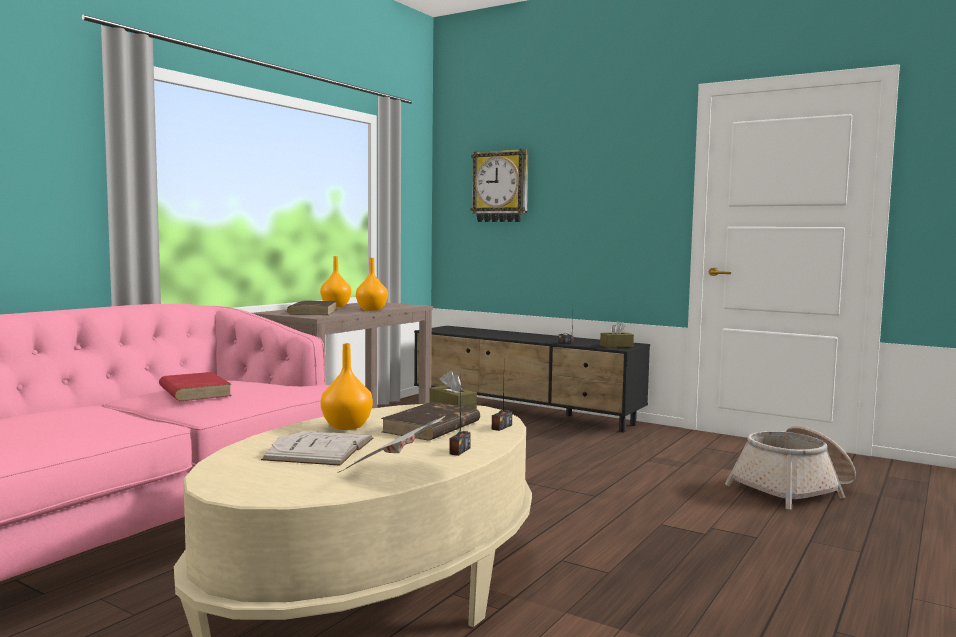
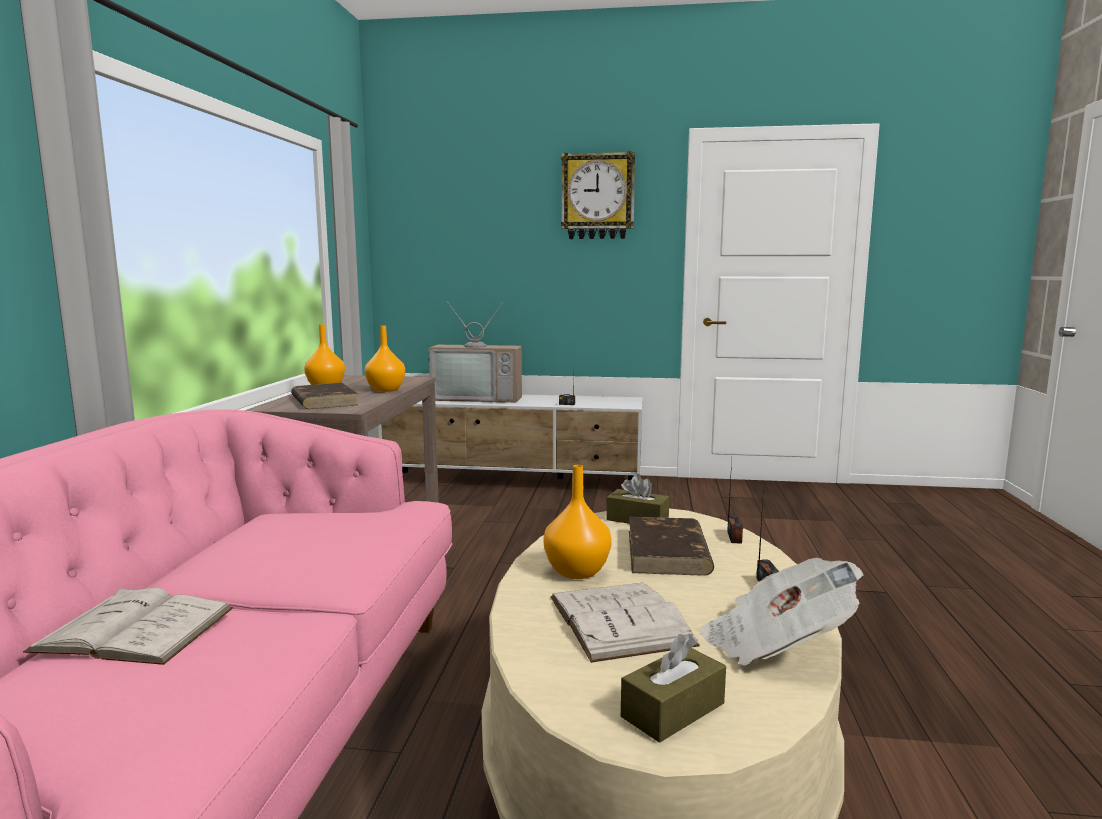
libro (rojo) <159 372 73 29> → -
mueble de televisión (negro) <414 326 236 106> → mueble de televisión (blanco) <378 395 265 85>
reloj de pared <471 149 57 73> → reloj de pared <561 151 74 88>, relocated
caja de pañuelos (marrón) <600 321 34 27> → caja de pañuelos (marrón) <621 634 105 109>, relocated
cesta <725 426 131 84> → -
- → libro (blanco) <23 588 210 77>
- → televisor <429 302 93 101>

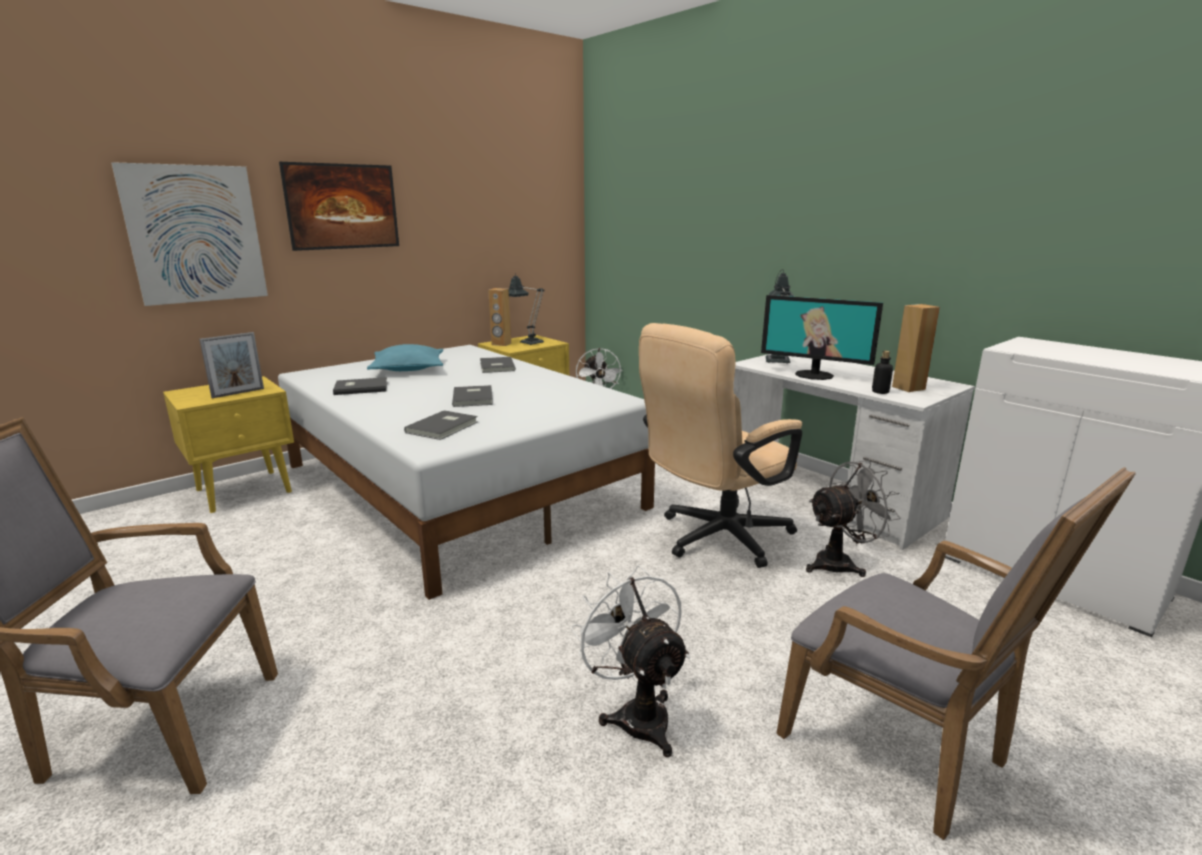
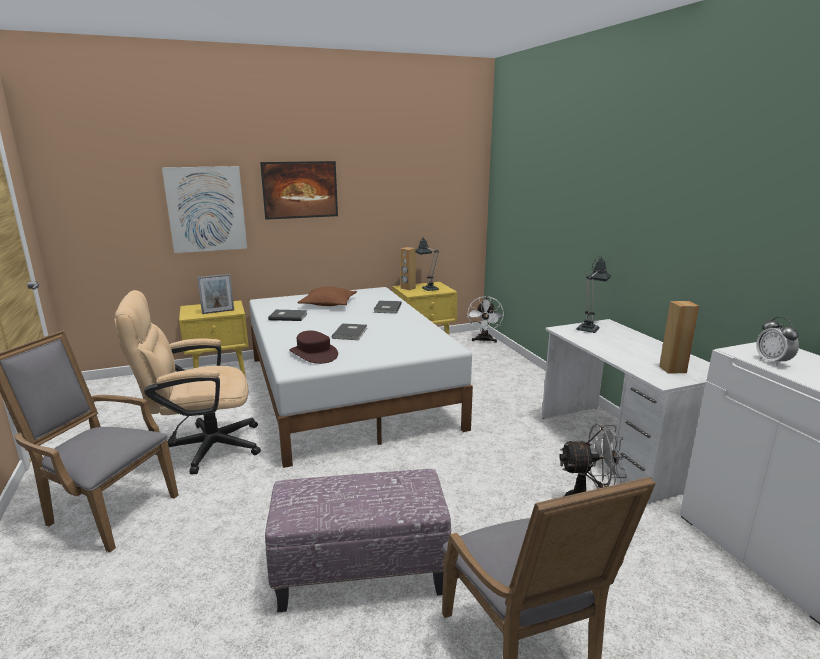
cojín (turquesa) <367 344 76 27> → cojín (marrón) <298 287 59 19>
libro (gris) <404 410 74 30> → sombrero (marrón) <289 330 49 34>
ventilador (blanco) <571 565 119 192> → puf <265 469 186 143>
silla de oficina (beis) <639 323 163 245> → silla de oficina (beis) <114 290 147 184>, relocated
monitor <761 295 122 85> → -
botella <872 351 21 43> → -
- → despertador <756 317 43 49>

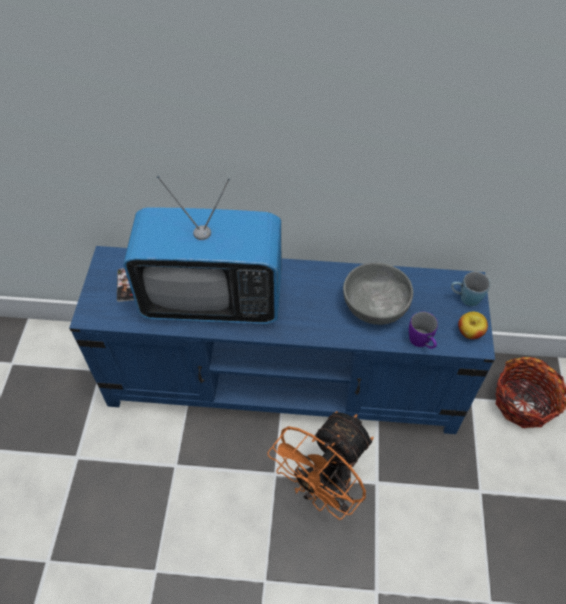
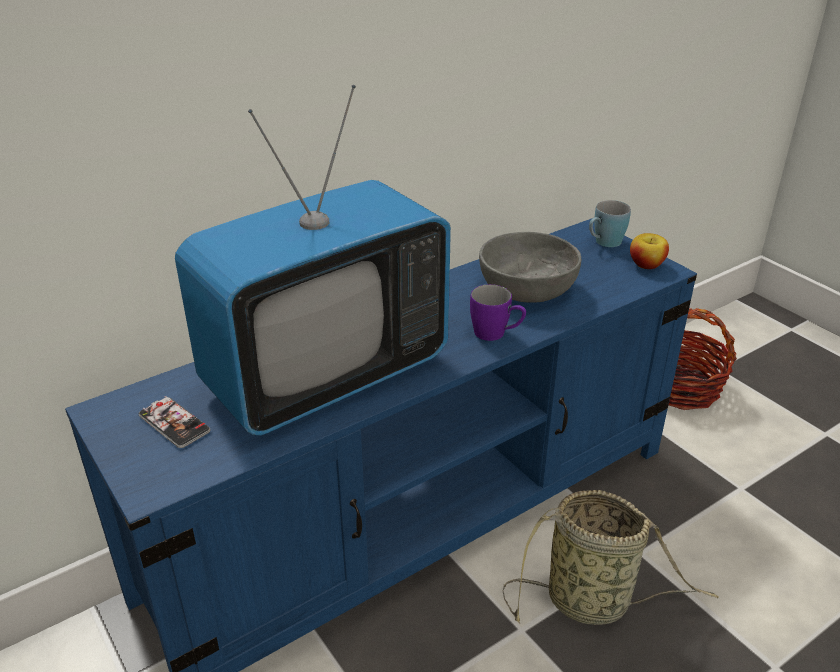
ventilador (naranja) <268 411 106 109> → cesta <503 490 216 135>
taza grande (morado) <409 312 29 37> → taza grande (morado) <470 284 56 57>, relocated

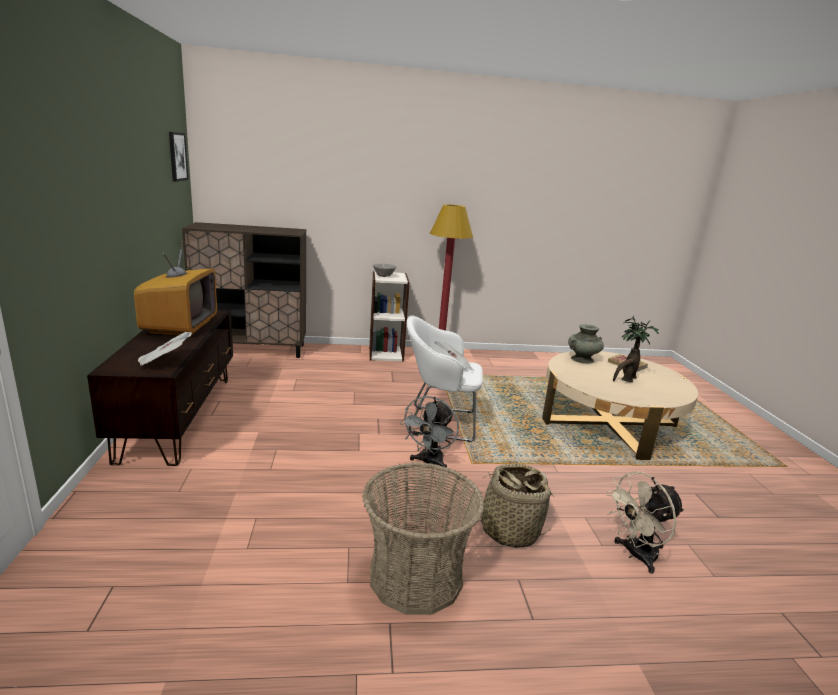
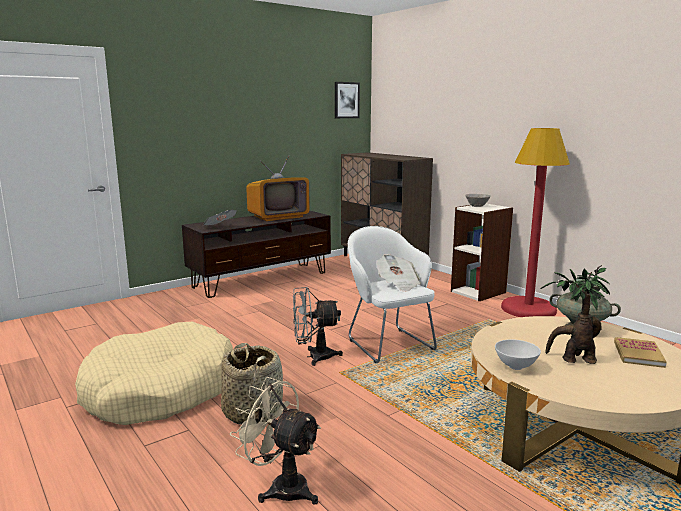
cesta <362 462 122 153> → cama para perro (beis) <75 321 158 104>
- → cuenco (blanco) <495 339 46 31>

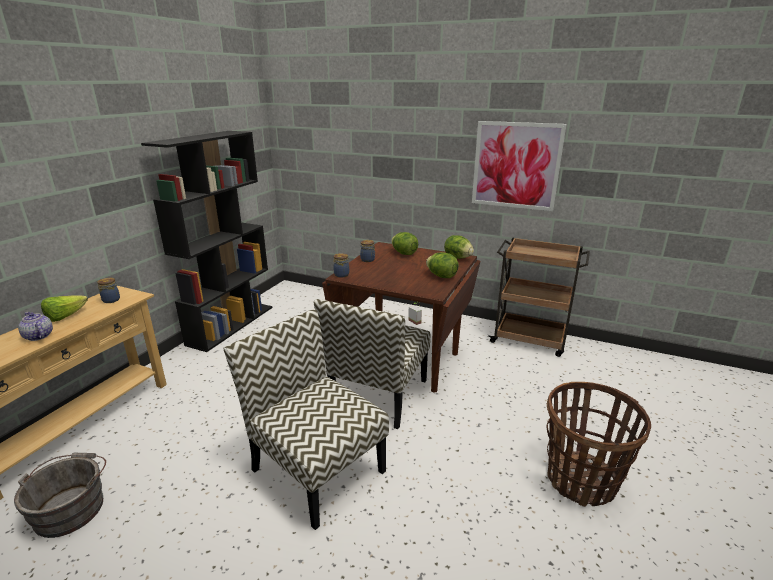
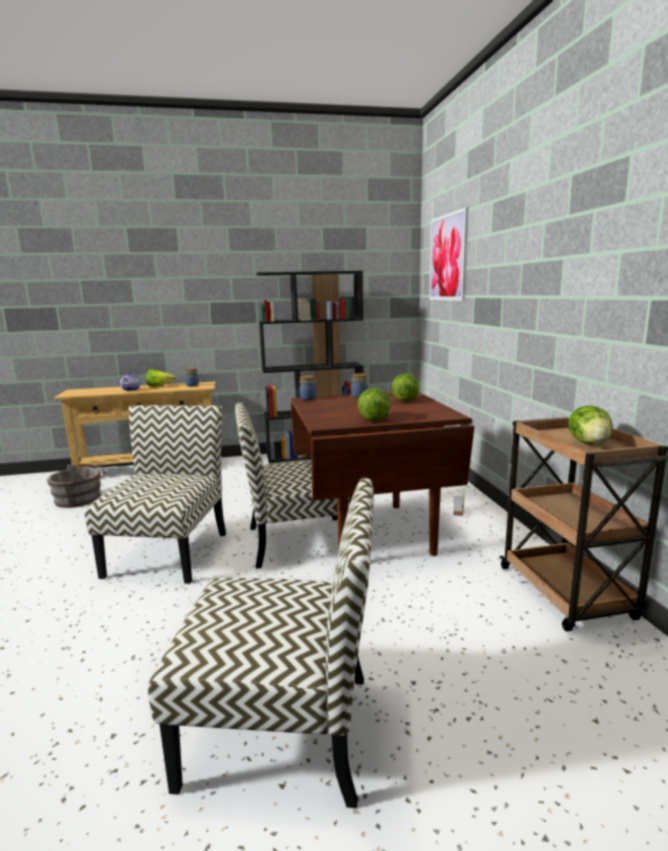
lechuga <444 235 30 24> → lechuga <568 405 45 40>, relocated
cuadro <472 121 95 90> → cuadro <429 207 39 94>, relocated
cesta <546 382 105 125> → silla <148 478 226 330>

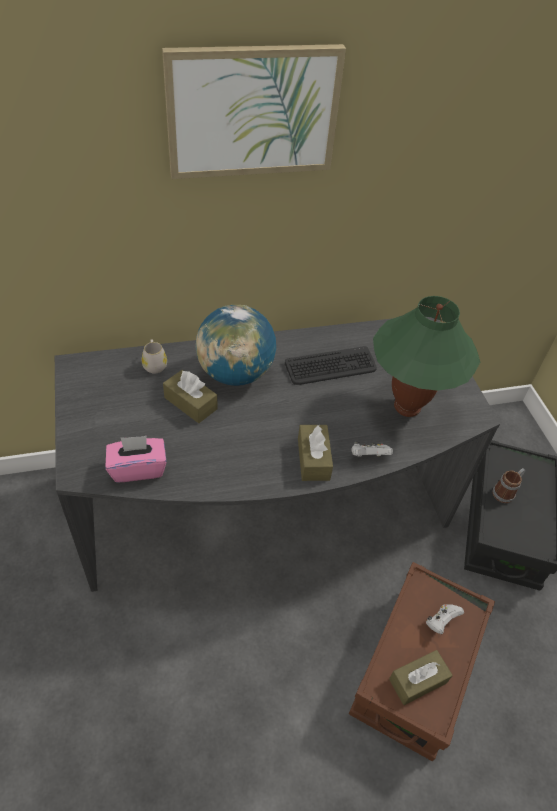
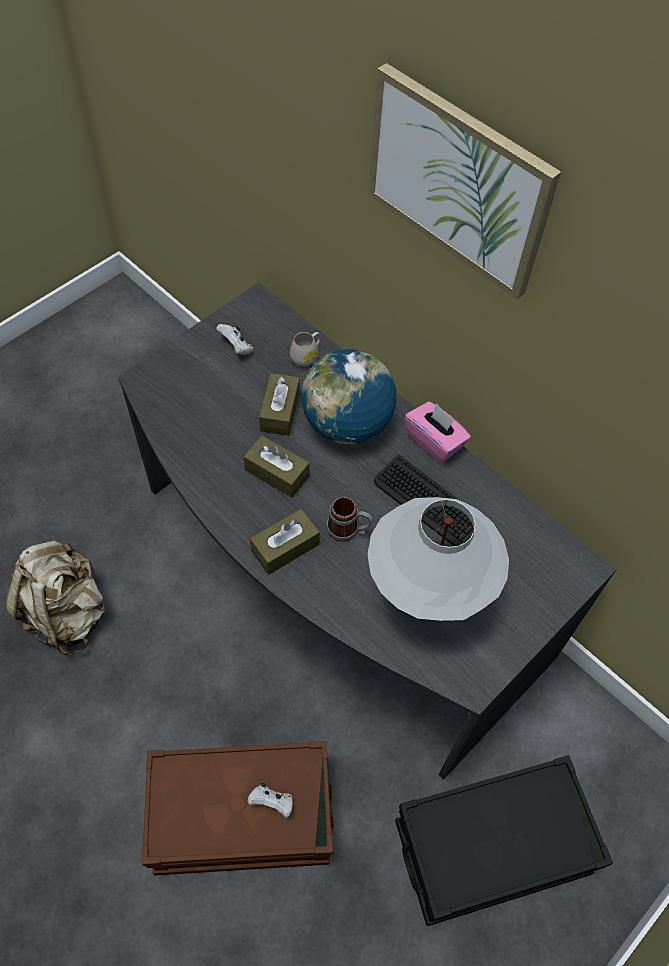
caja de pañuelos (rosa) <105 436 62 46> → caja de pañuelos (rosa) <404 401 67 62>, relocated
mando de consola (blanco) <352 442 41 15> → mando de consola (blanco) <216 324 37 31>, relocated
lámpara de mesa (verde) <373 296 107 121> → lámpara de mesa (blanco) <367 497 142 124>
caja de pañuelos (marrón) <389 650 64 55> → caja de pañuelos (marrón) <244 435 66 63>, relocated
taza grande <493 468 33 35> → taza grande <326 496 47 46>, relocated
- → mochila (beis) <5 541 100 115>

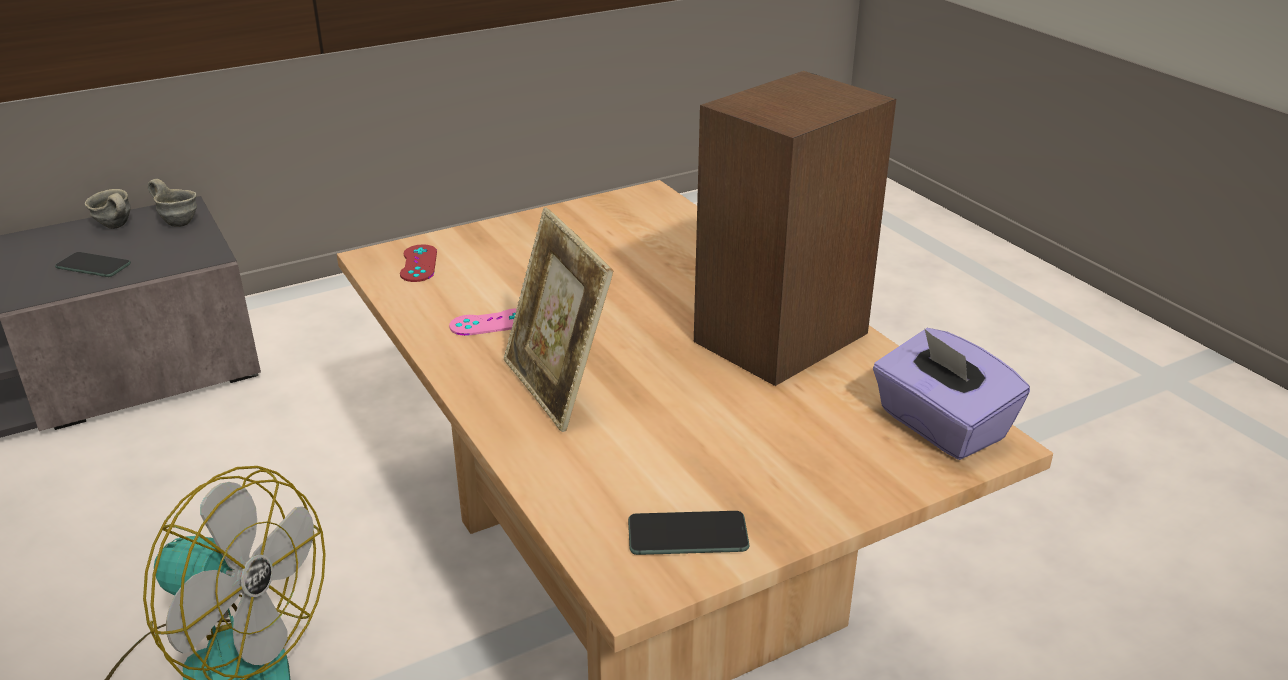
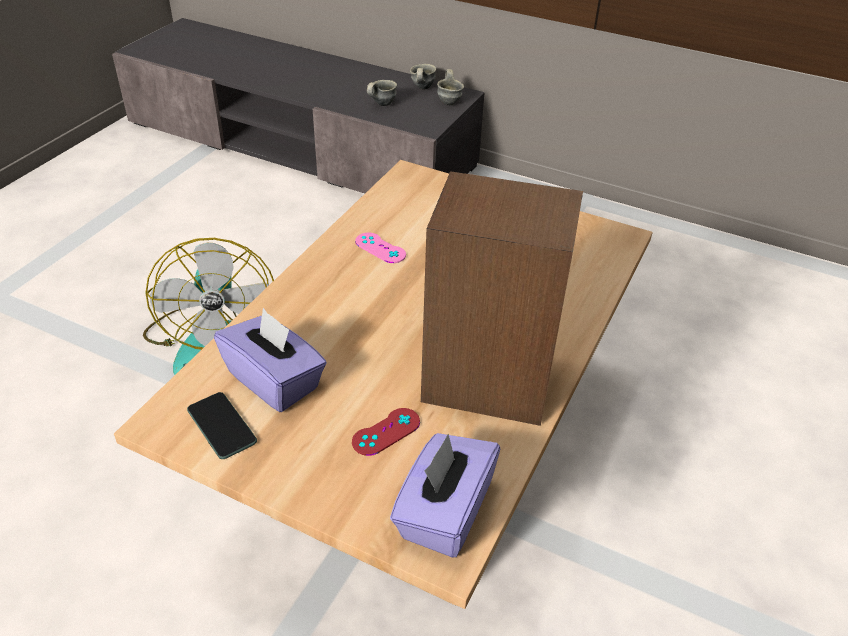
móvil <55 252 76 25> → taza grande (gris) <367 80 30 26>
mando de consola (rojo) <400 245 37 37> → mando de consola (rojo) <352 408 68 48>, relocated
portarretratos <503 208 111 224> → -
- → caja de pañuelos (morado) <214 308 113 104>

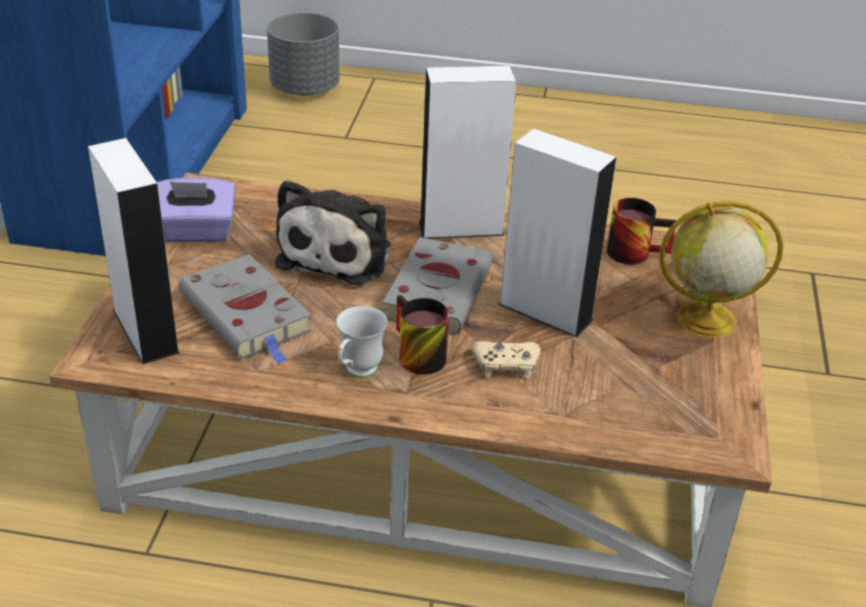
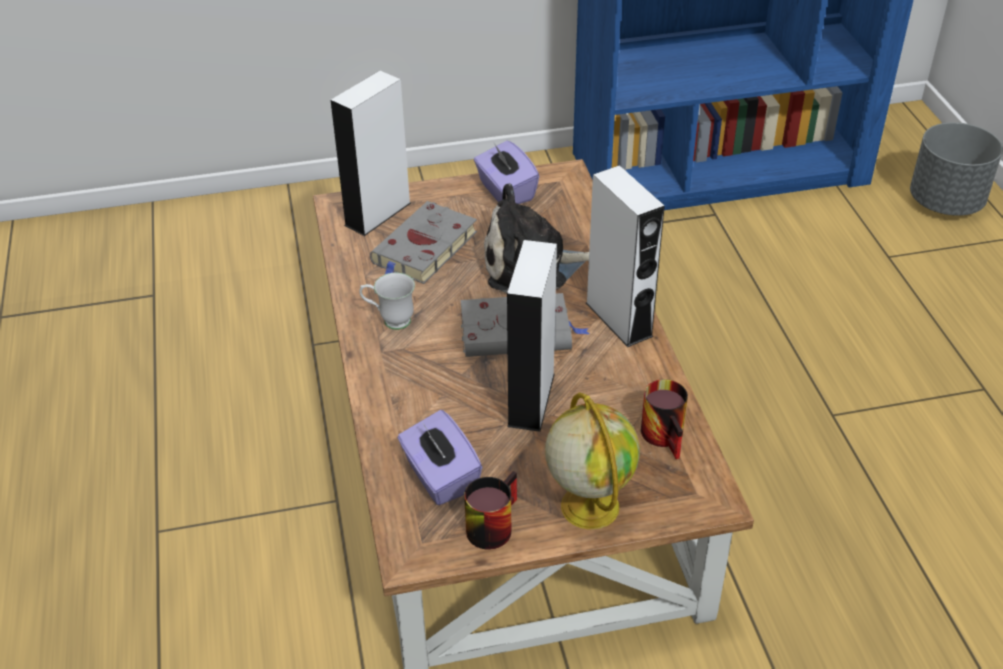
taza grande <396 295 53 80> → taza grande <464 471 53 79>, relocated
mando de consola (beis) <472 341 69 38> → -
- → caja de pañuelos (morado) <398 410 84 95>

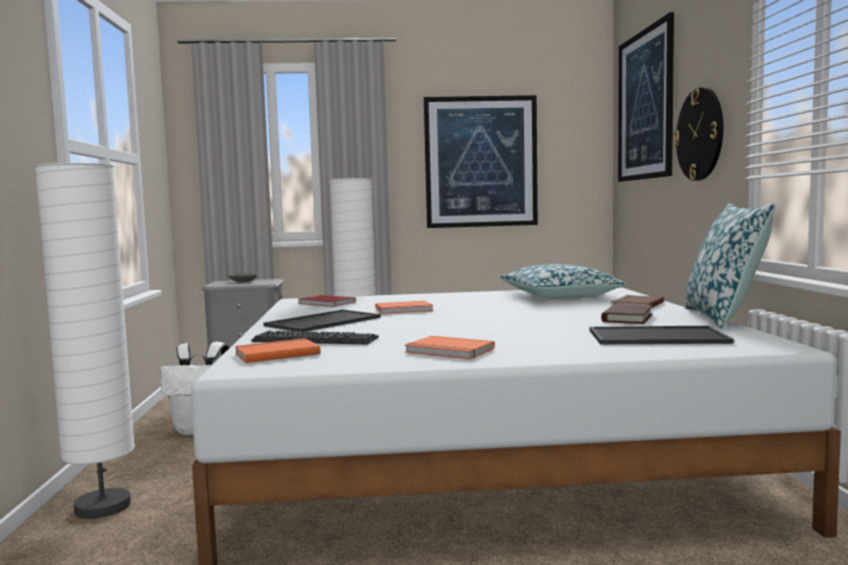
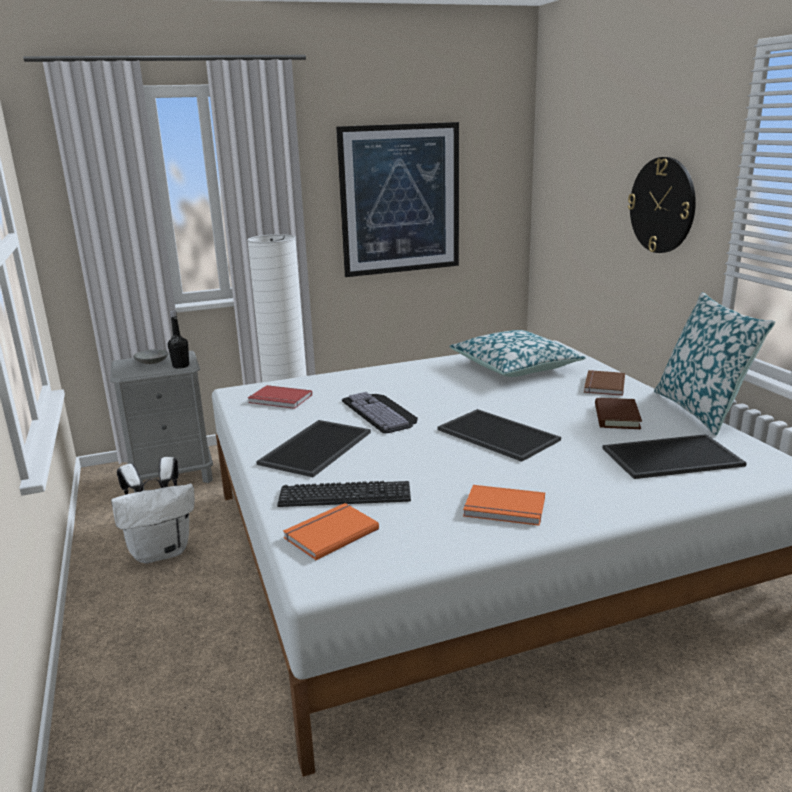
lámpara de pie (blanco) <35 163 100 356> → -
libro (naranja) <375 301 58 13> → teclado <342 392 76 42>
cuadro <618 12 56 170> → -
- → botella (negro) <168 310 21 59>
- → bandeja <437 409 124 53>

